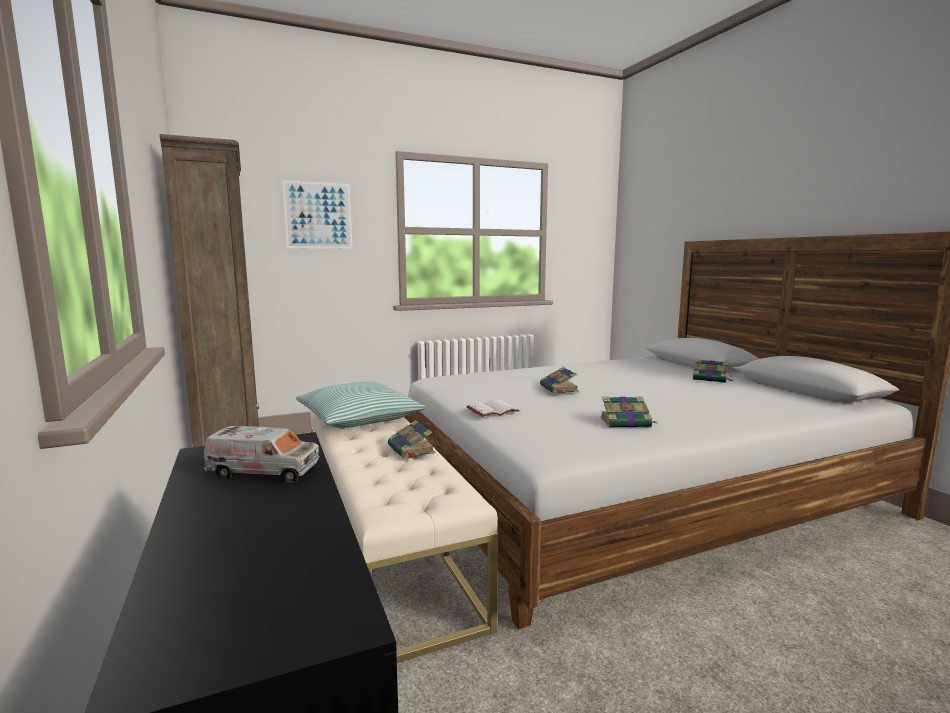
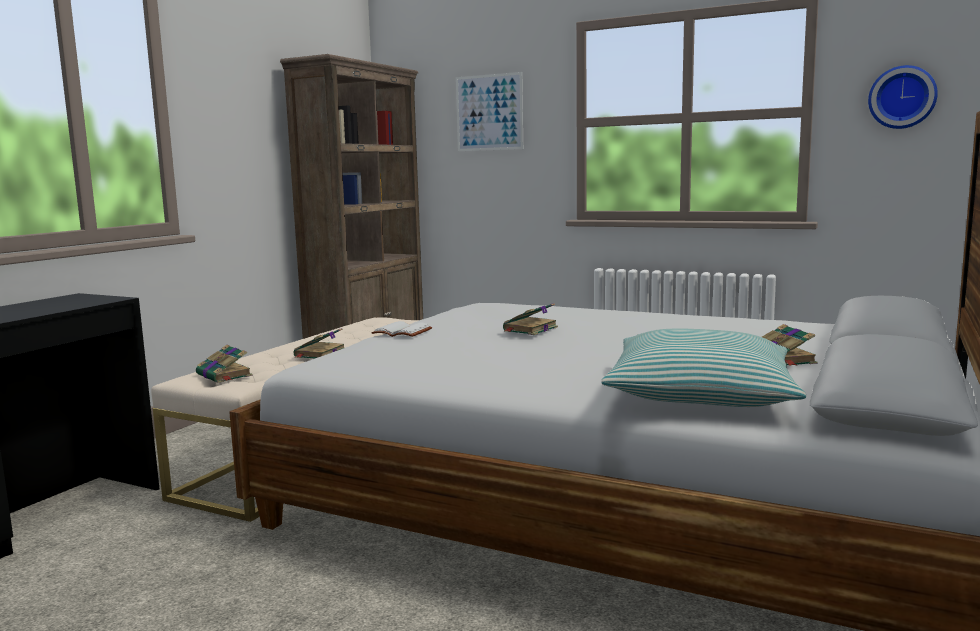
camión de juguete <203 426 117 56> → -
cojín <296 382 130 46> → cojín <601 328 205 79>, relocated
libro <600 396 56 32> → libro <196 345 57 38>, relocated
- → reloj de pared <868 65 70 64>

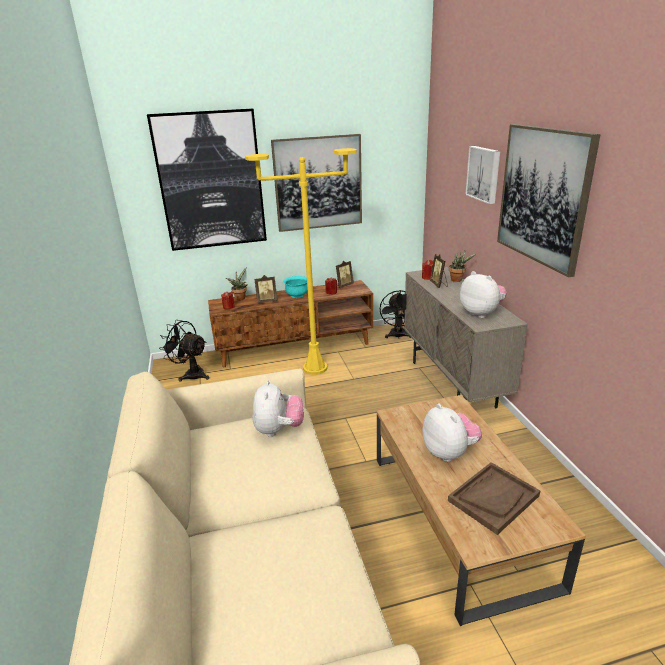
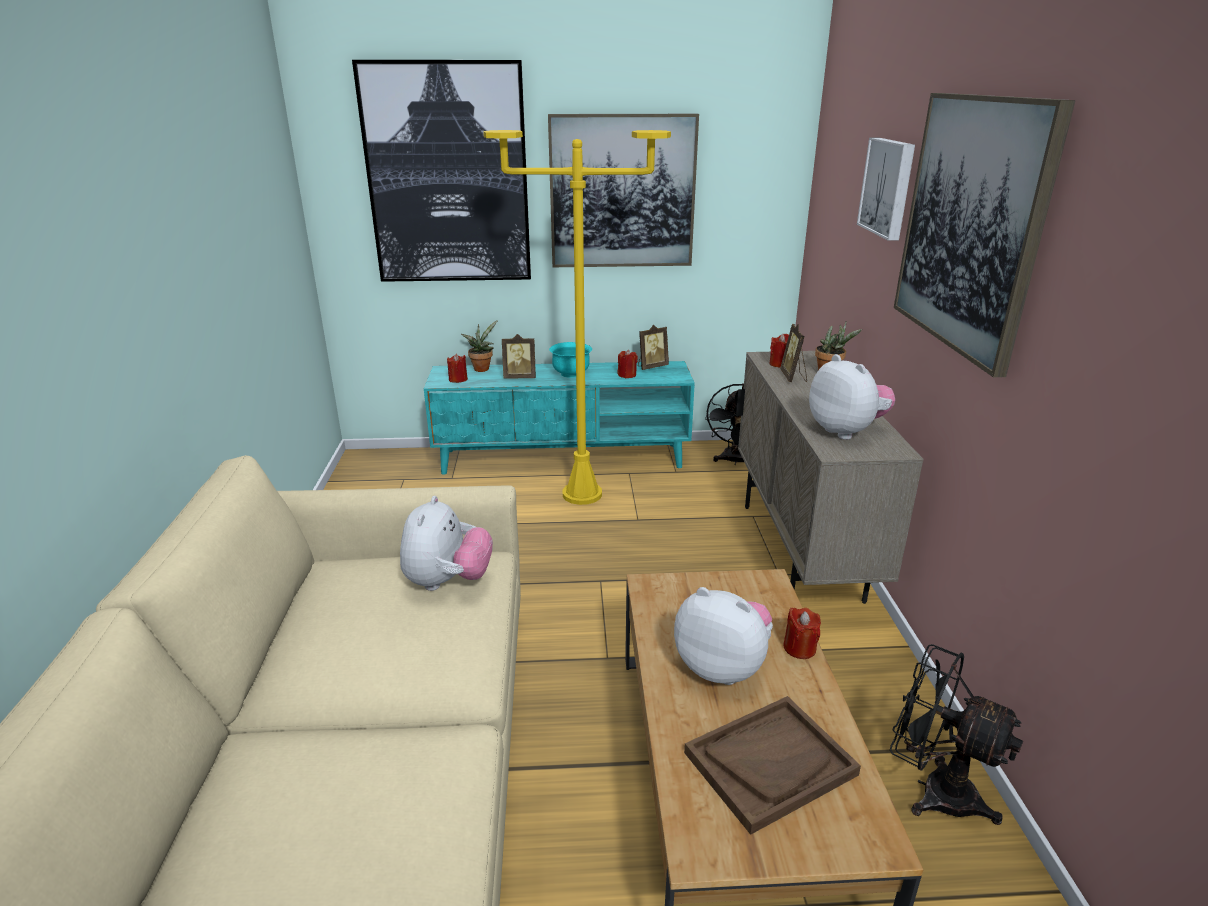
ventilador (negro) <159 320 50 62> → ventilador (negro) <890 644 133 181>, relocated
mueble de televisión (marrón) <208 280 165 87> → mueble de televisión (turquesa) <424 361 271 114>
peluche <422 403 60 59> → peluche <674 587 99 98>, 45 degrees counterclockwise
- → vela (rojo) <783 608 38 51>

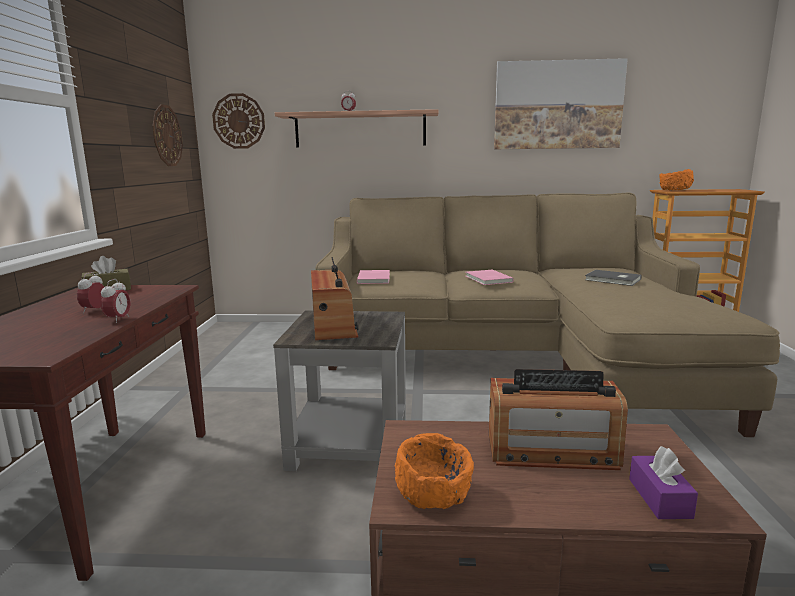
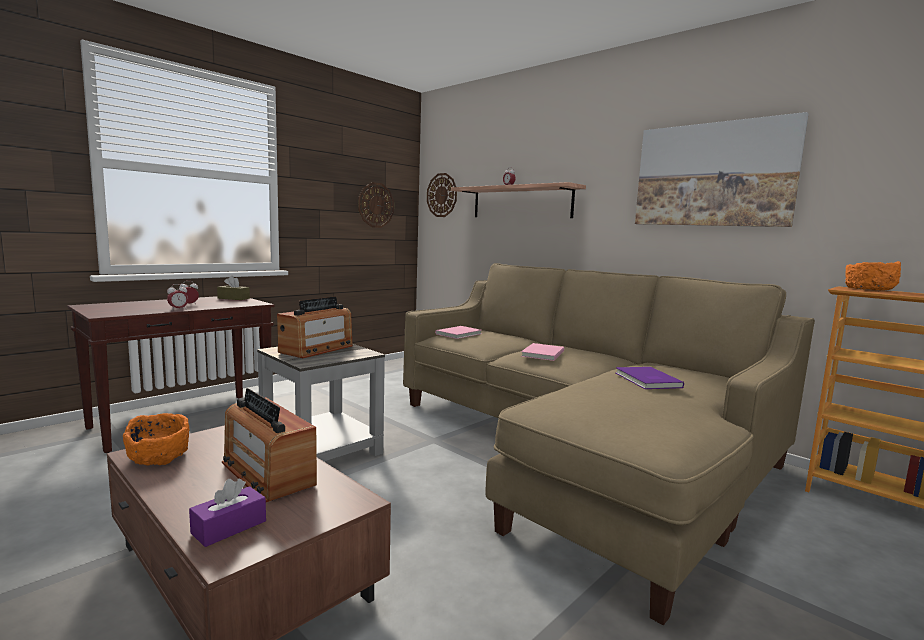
libro (gris) <585 270 57 16> → libro (morado) <616 367 68 22>

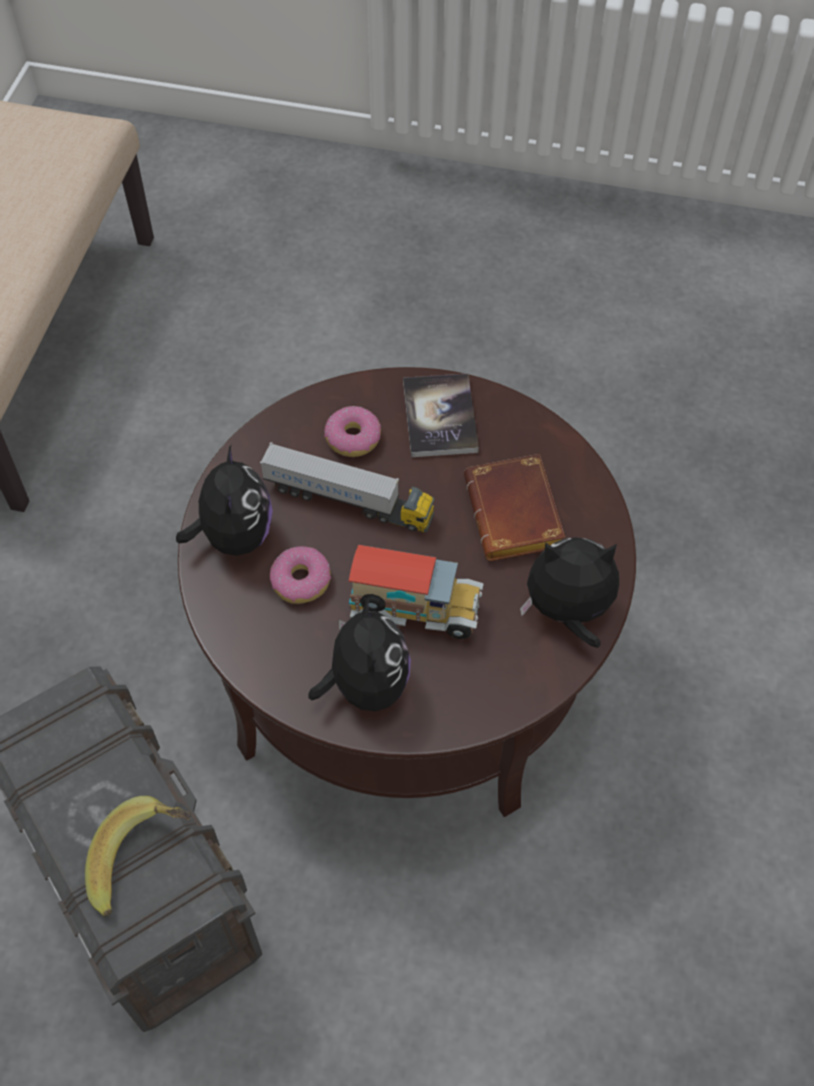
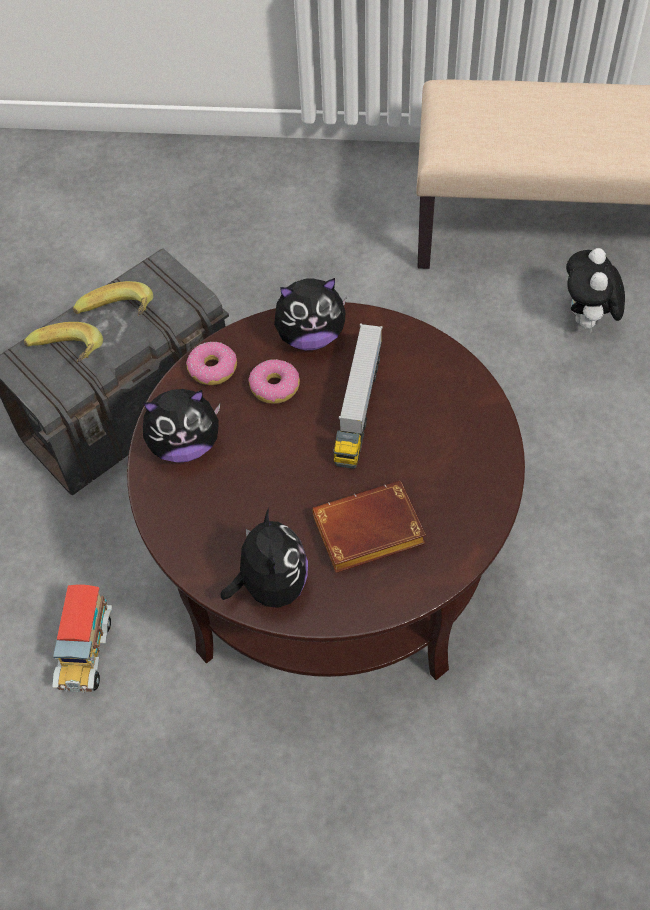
rosquilla <324 406 57 51> → rosquilla <186 342 51 43>, relocated
camión de juguete <349 545 135 94> → camión de juguete <52 585 60 108>, relocated
libro <403 373 76 84> → -
- → plátano <73 281 80 35>
- → peluche <566 248 59 85>

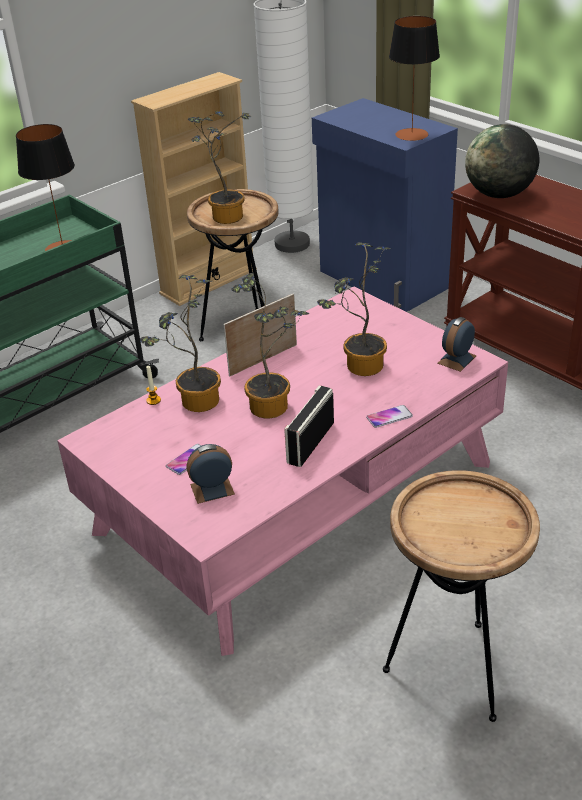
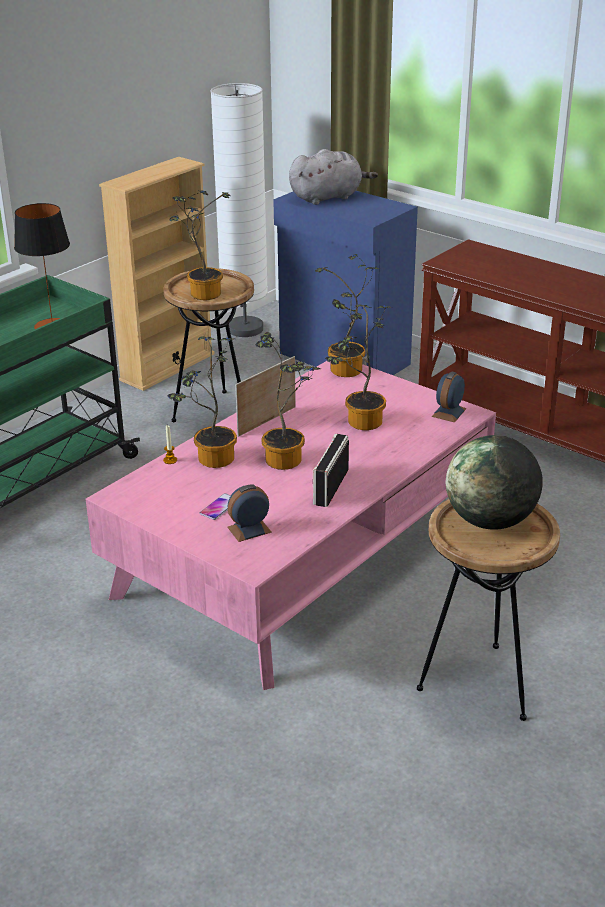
móvil <366 405 47 23> → -
lámpara de mesa <389 16 51 125> → -
globo terráqueo <465 124 75 74> → globo terráqueo <446 435 97 95>, relocated
- → peluche (gris) <289 149 89 56>
- → planta en maceta <315 254 65 123>

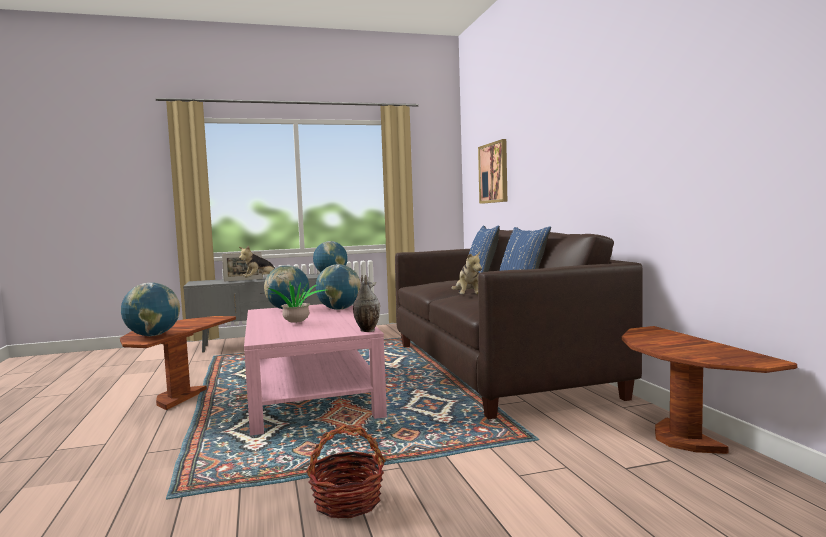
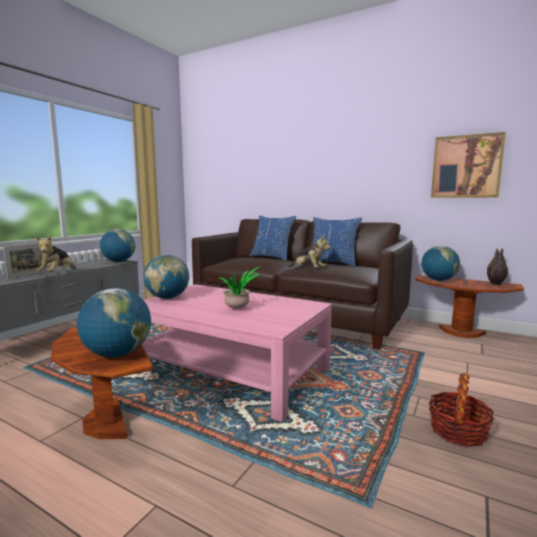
globo terráqueo <315 264 46 46> → globo terráqueo <421 246 39 35>, relocated
florero <353 275 27 57> → florero <487 248 21 37>, relocated
cuadro <478 139 29 65> → cuadro <431 132 75 66>, relocated

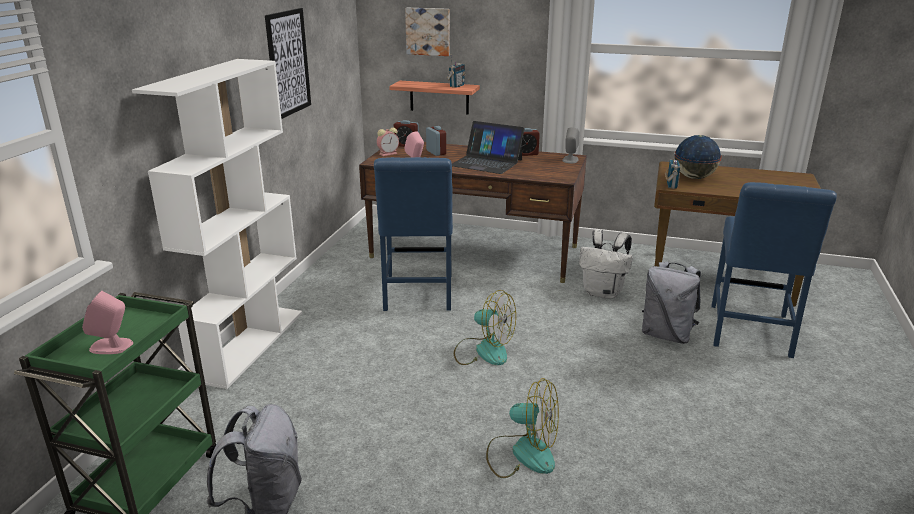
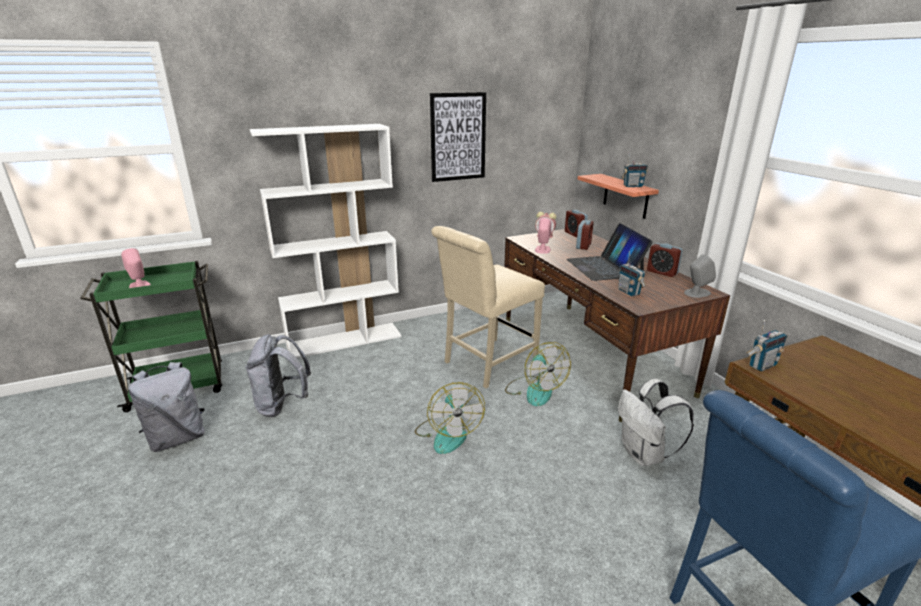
silla (azul) <374 157 79 154> → silla (beis) <431 226 114 162>
cuadro <405 8 45 48> → -
ventilador <486 378 73 100> → ventilador <505 342 66 64>, relocated
mochila (gris) <642 262 59 82> → mochila (gris) <245 334 66 83>, relocated
globo terráqueo <674 135 48 44> → -
- → radio <619 251 27 45>

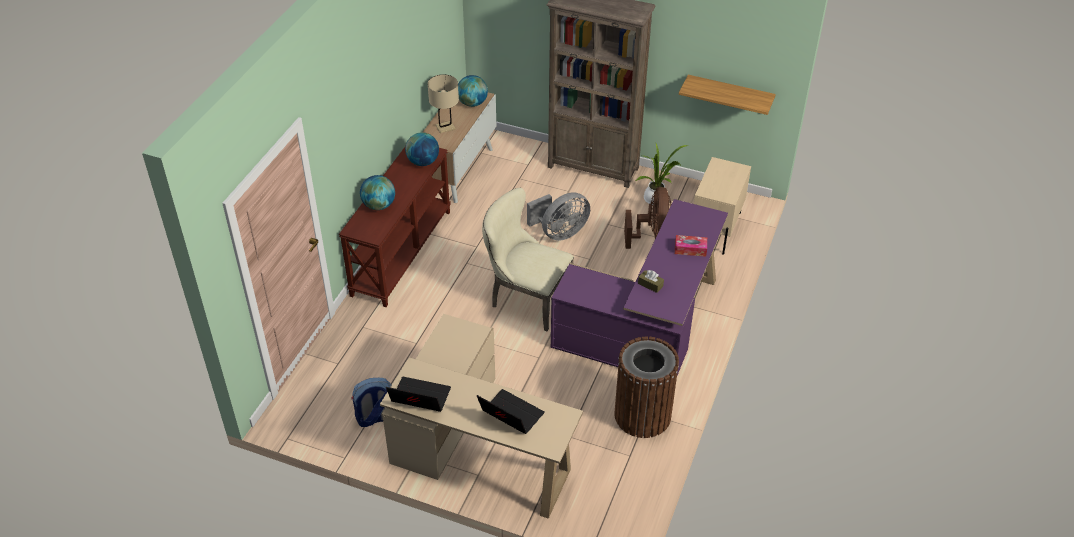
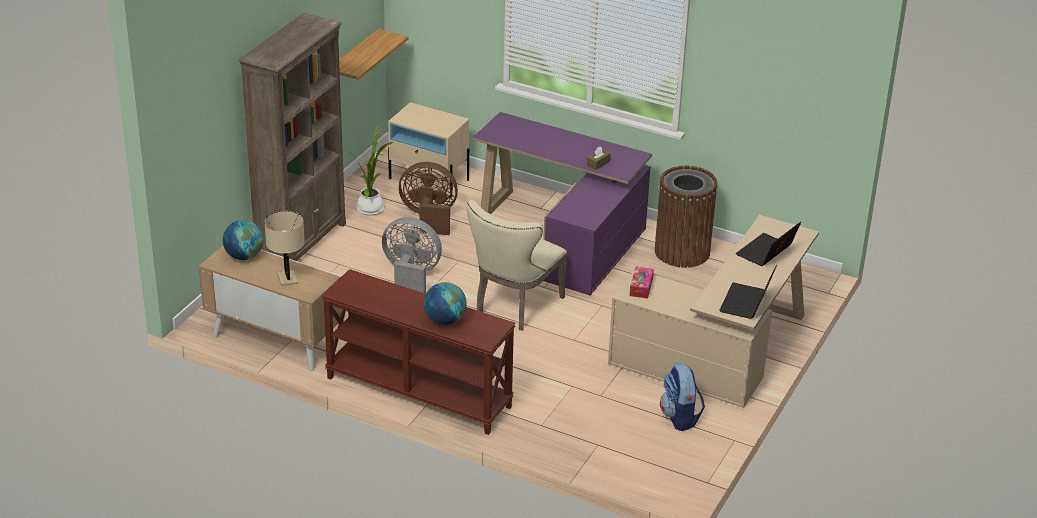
globo terráqueo <405 132 34 34> → -
ventilador (gris) <527 192 63 49> → ventilador (gris) <382 217 60 77>, 45 degrees counterclockwise
caja de pañuelos <675 235 32 22> → caja de pañuelos <629 267 25 32>, relocated

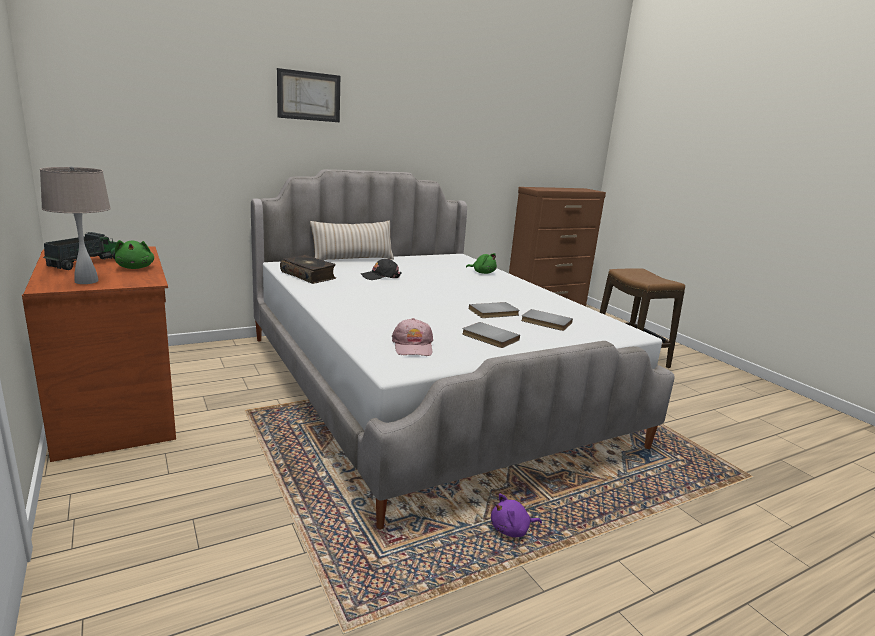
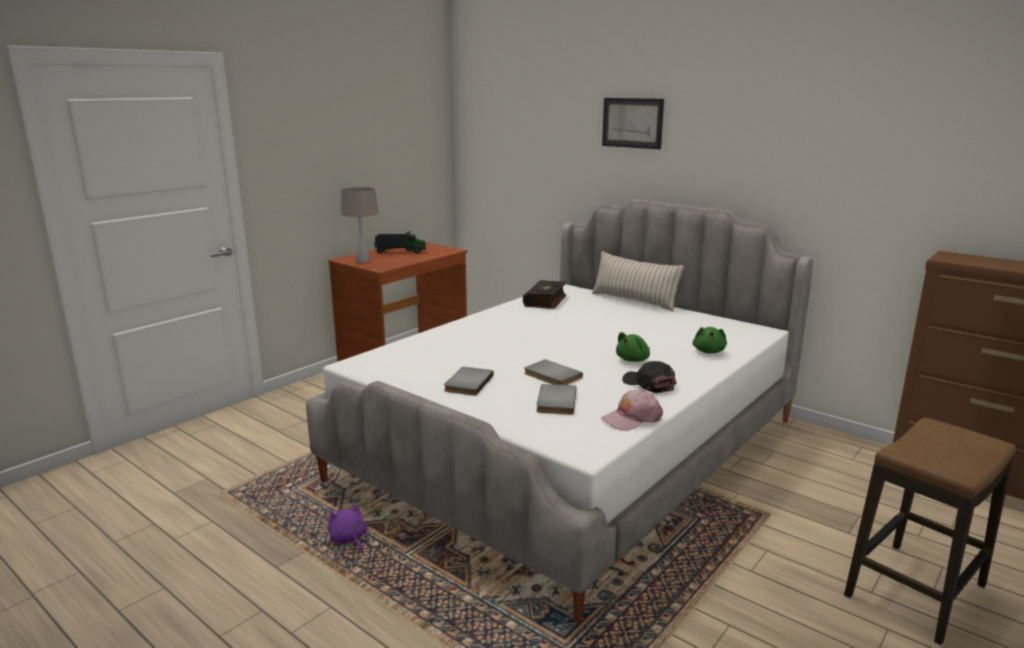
peluche (verde) <115 240 39 29> → peluche (verde) <616 332 34 30>, relocated
gorra (negro) <361 259 41 21> → gorra (negro) <622 361 55 32>, relocated
gorra (rosa) <392 318 41 38> → gorra (rosa) <601 389 62 42>, relocated

